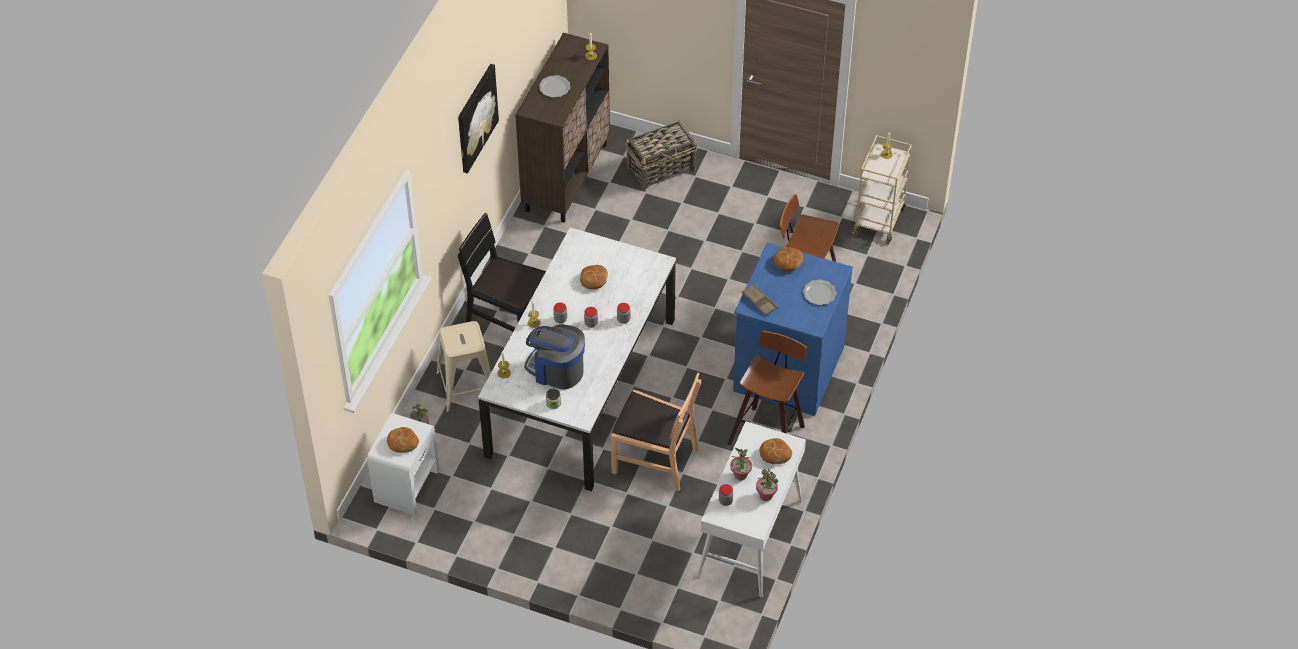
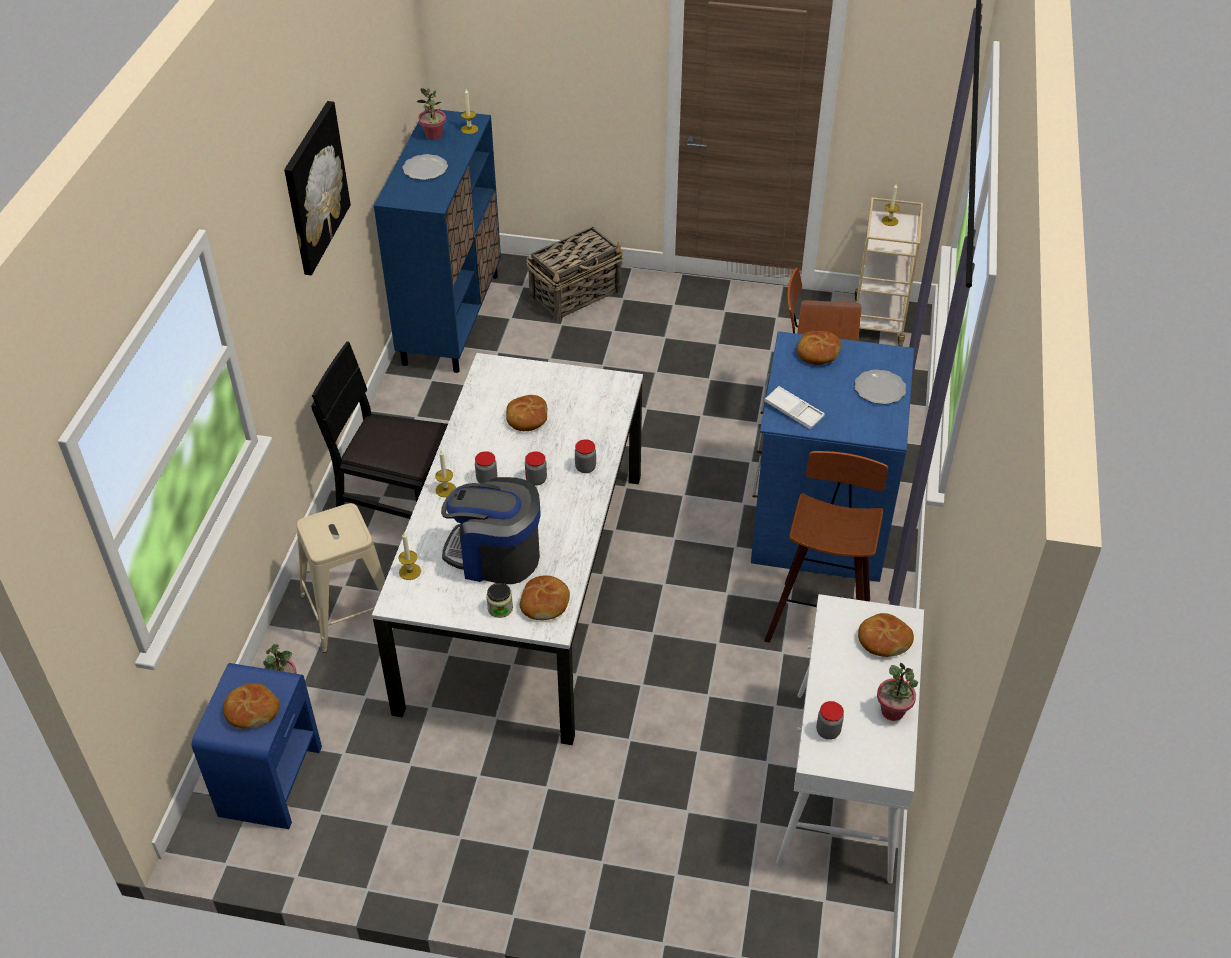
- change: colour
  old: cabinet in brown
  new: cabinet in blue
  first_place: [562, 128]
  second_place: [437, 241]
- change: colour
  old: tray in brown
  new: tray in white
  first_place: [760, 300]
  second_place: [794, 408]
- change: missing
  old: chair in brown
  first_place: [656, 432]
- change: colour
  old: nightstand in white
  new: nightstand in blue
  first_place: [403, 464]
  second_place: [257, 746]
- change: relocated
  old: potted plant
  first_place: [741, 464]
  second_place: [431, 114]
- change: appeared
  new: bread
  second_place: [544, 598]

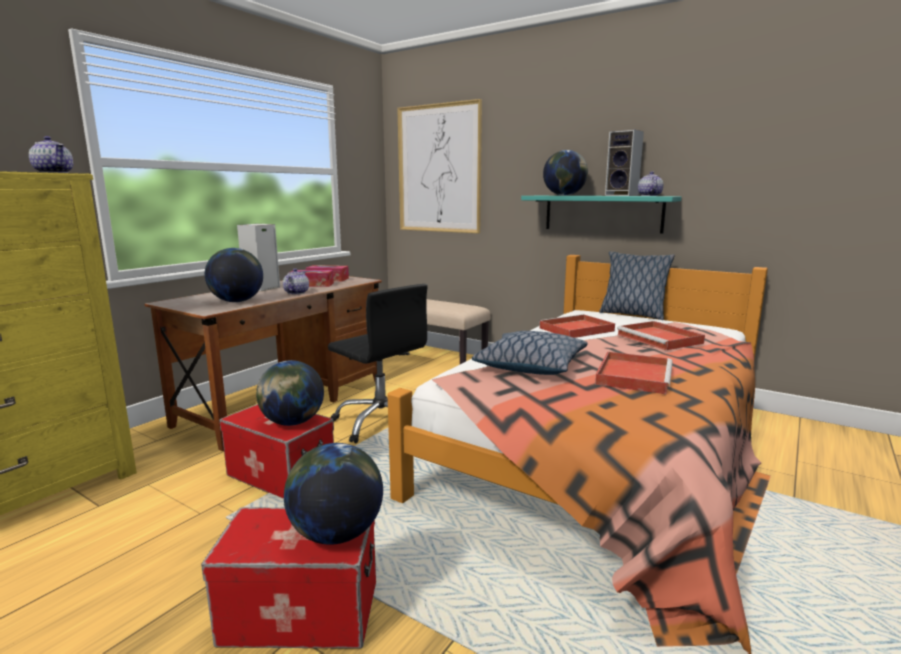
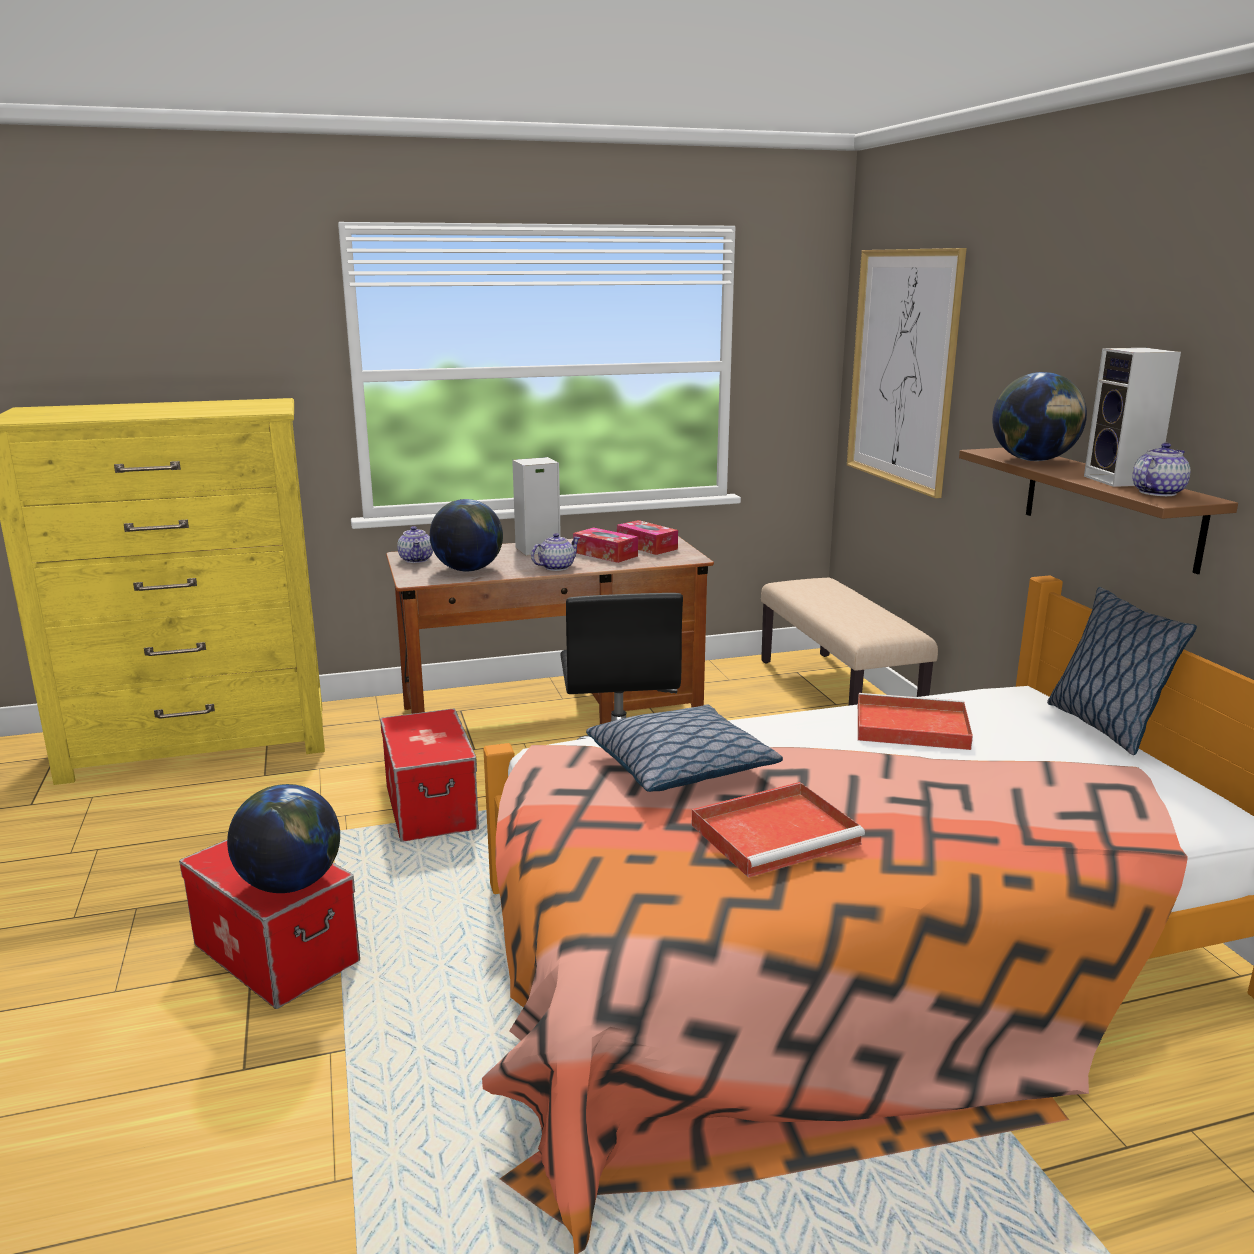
- change: relocated
  old: teapot
  first_place: [51, 154]
  second_place: [415, 544]
- change: colour
  old: shelf in turquoise
  new: shelf in brown
  first_place: [601, 215]
  second_place: [1098, 511]
- change: missing
  old: tray in red
  first_place: [661, 335]
- change: missing
  old: globe
  first_place: [290, 393]

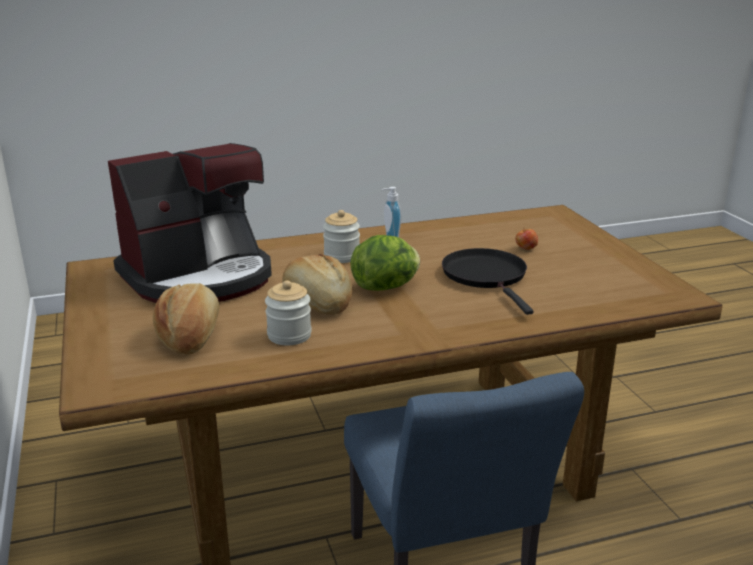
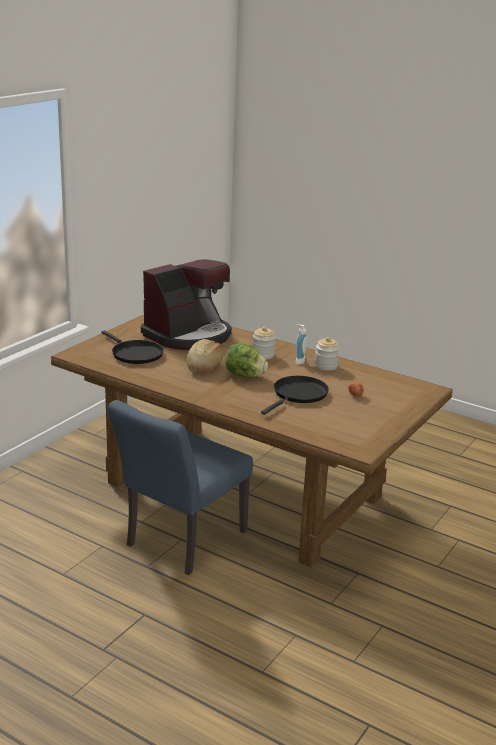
- change: spun
  old: coffee machine
  first_place: [190, 223]
  second_place: [186, 304]
  degrees: -60
- change: relocated
  old: jar
  first_place: [288, 312]
  second_place: [327, 354]
- change: exchanged
  old: bread
  new: frying pan in black
  first_place: [186, 319]
  second_place: [132, 347]

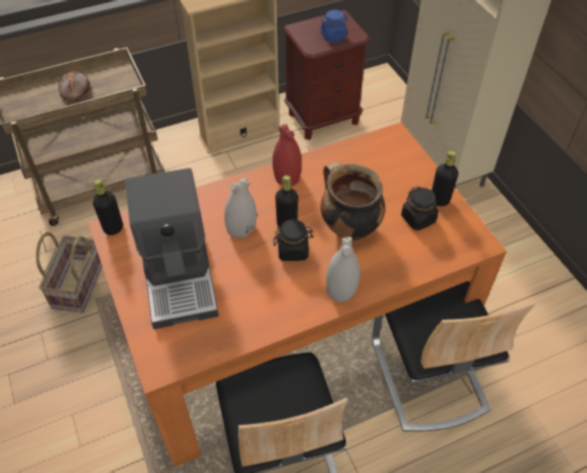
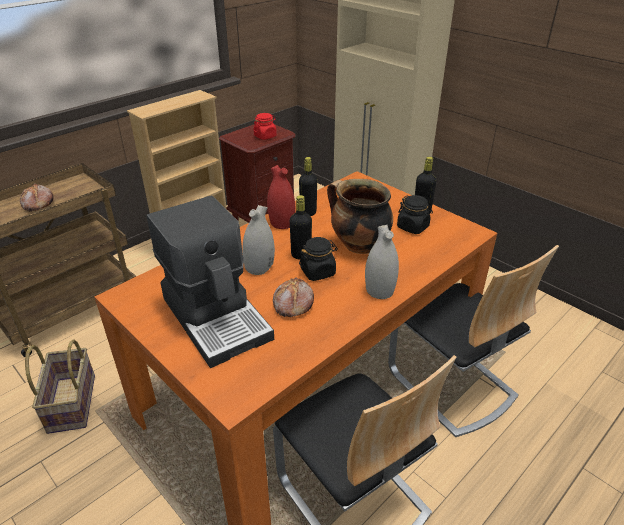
- change: colour
  old: jar in blue
  new: jar in red
  first_place: [334, 26]
  second_place: [265, 126]
- change: relocated
  old: bottle in black
  first_place: [108, 207]
  second_place: [308, 186]
- change: appeared
  new: bread
  second_place: [293, 297]

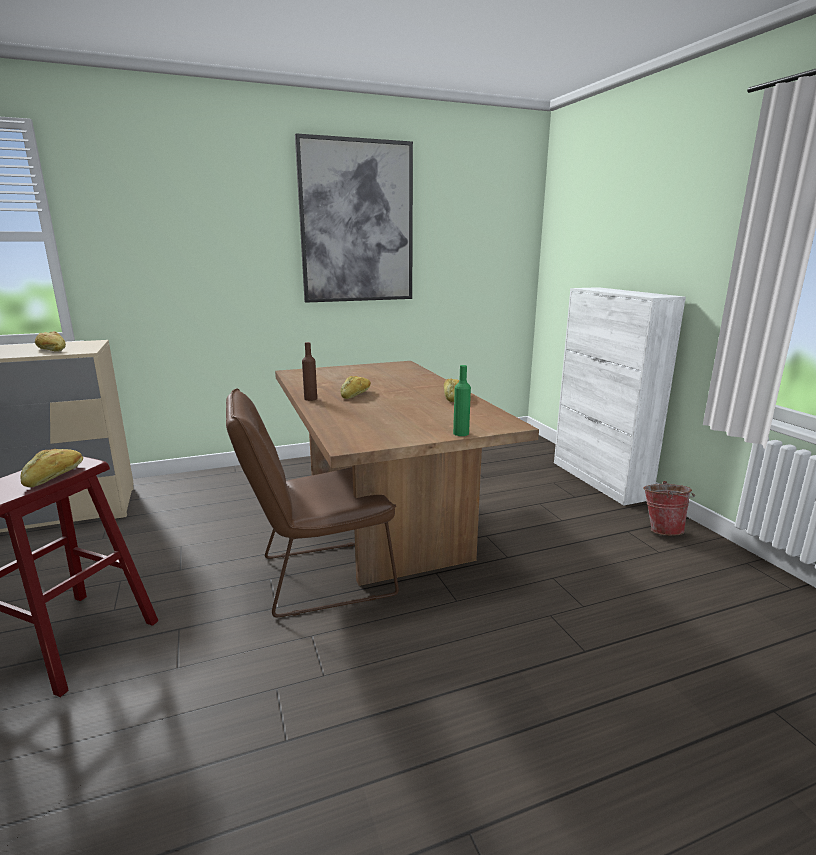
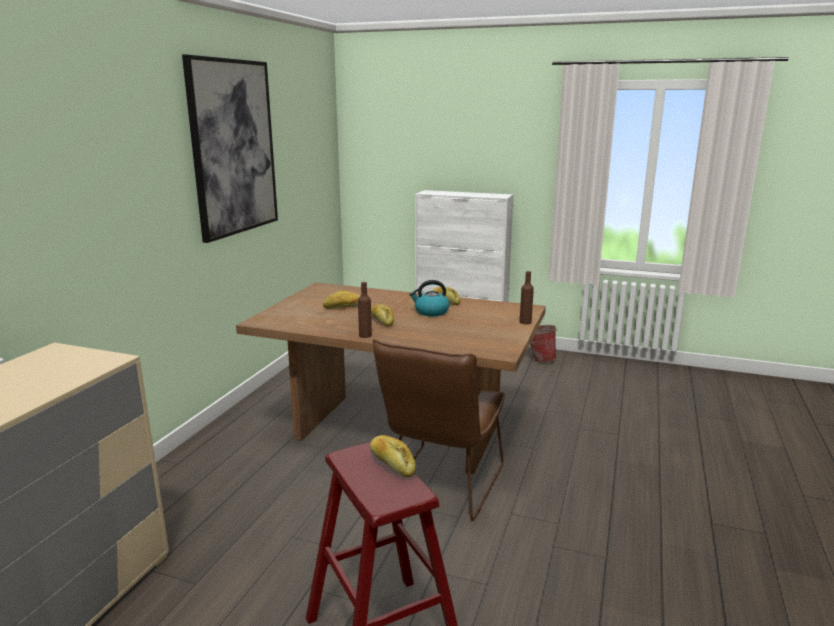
- change: relocated
  old: bread
  first_place: [50, 341]
  second_place: [341, 299]
- change: colour
  old: bottle in green
  new: bottle in brown
  first_place: [462, 400]
  second_place: [527, 297]
- change: appeared
  new: kettle
  second_place: [429, 298]

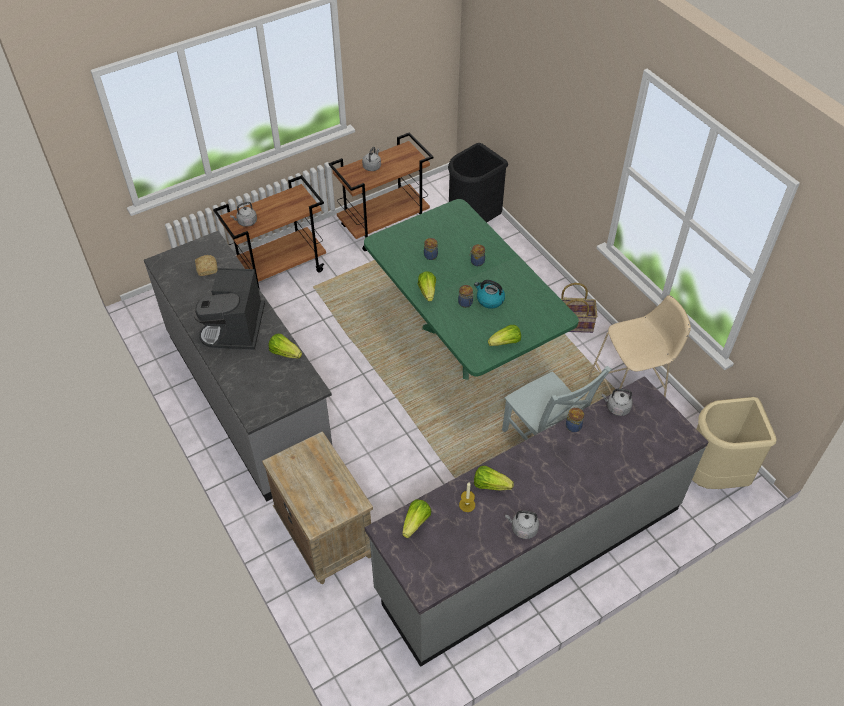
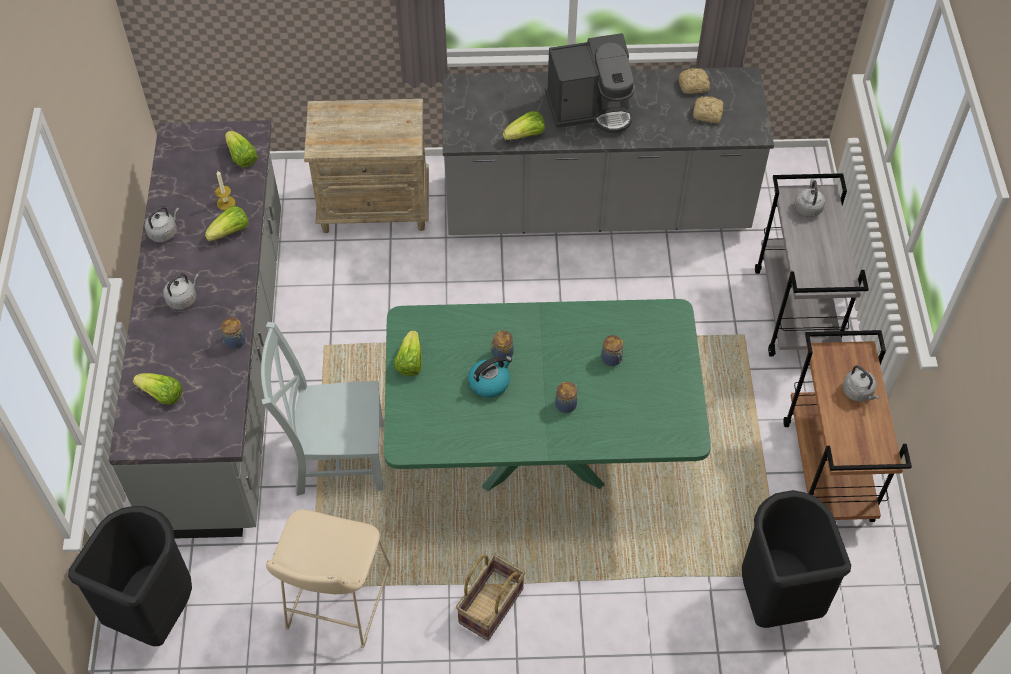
- change: colour
  old: cart in brown
  new: cart in grey
  first_place: [269, 231]
  second_place: [812, 265]
- change: spun
  old: coffee machine
  first_place: [229, 309]
  second_place: [590, 83]
  degrees: 135
- change: relocated
  old: lettuce
  first_place: [427, 286]
  second_place: [158, 389]
- change: relocated
  old: kettle in grey
  first_place: [617, 402]
  second_place: [181, 291]
- change: colour
  old: trash can in beige
  new: trash can in black
  first_place: [734, 443]
  second_place: [130, 576]
- change: appeared
  new: bread
  second_place: [694, 81]

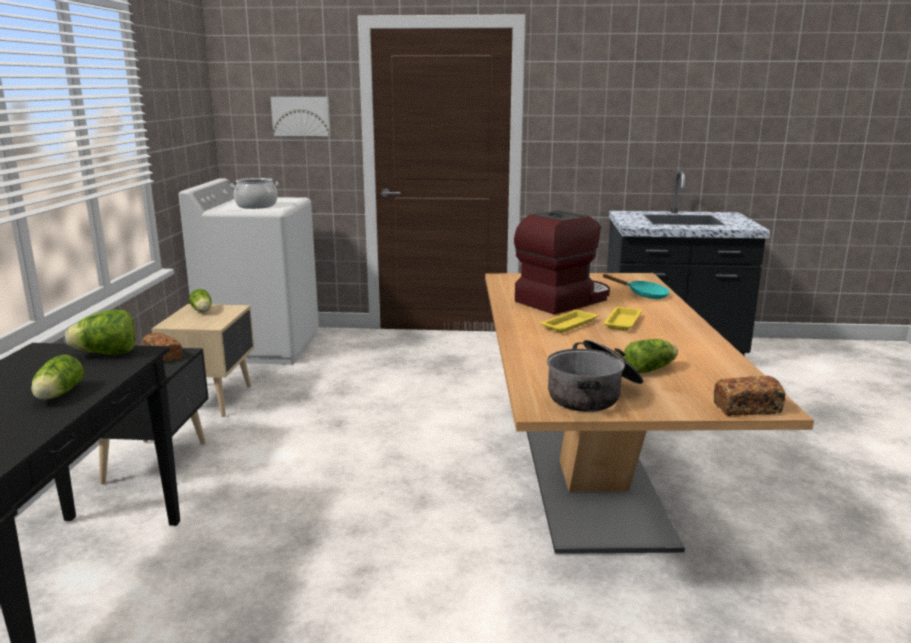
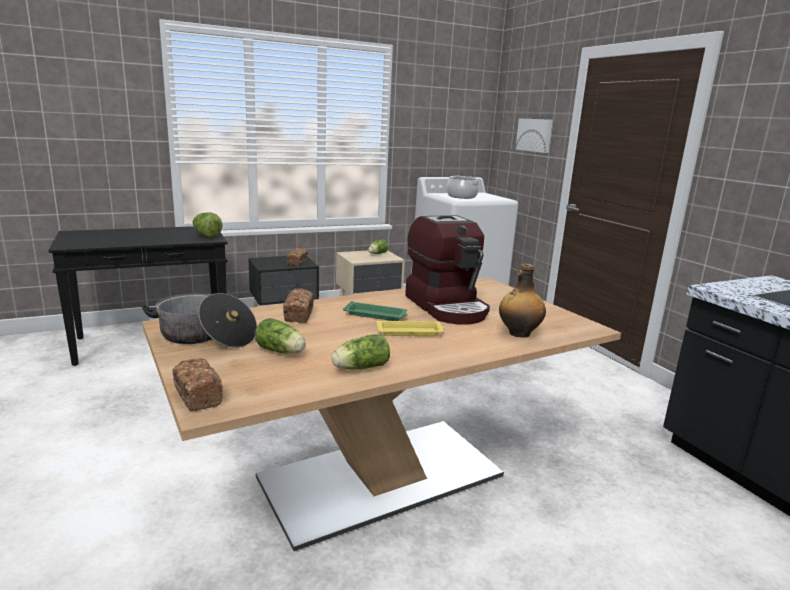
- change: spun
  old: coffee machine
  first_place: [562, 262]
  second_place: [447, 270]
  degrees: 45
- change: exchanged
  old: frying pan in turquoise
  new: bottle
  first_place: [636, 286]
  second_place: [522, 301]
- change: colour
  old: tray in yellow
  new: tray in green
  first_place: [569, 321]
  second_place: [375, 311]
- change: relocated
  old: lettuce
  first_place: [57, 377]
  second_place: [360, 352]
- change: appeared
  new: bread
  second_place: [298, 305]

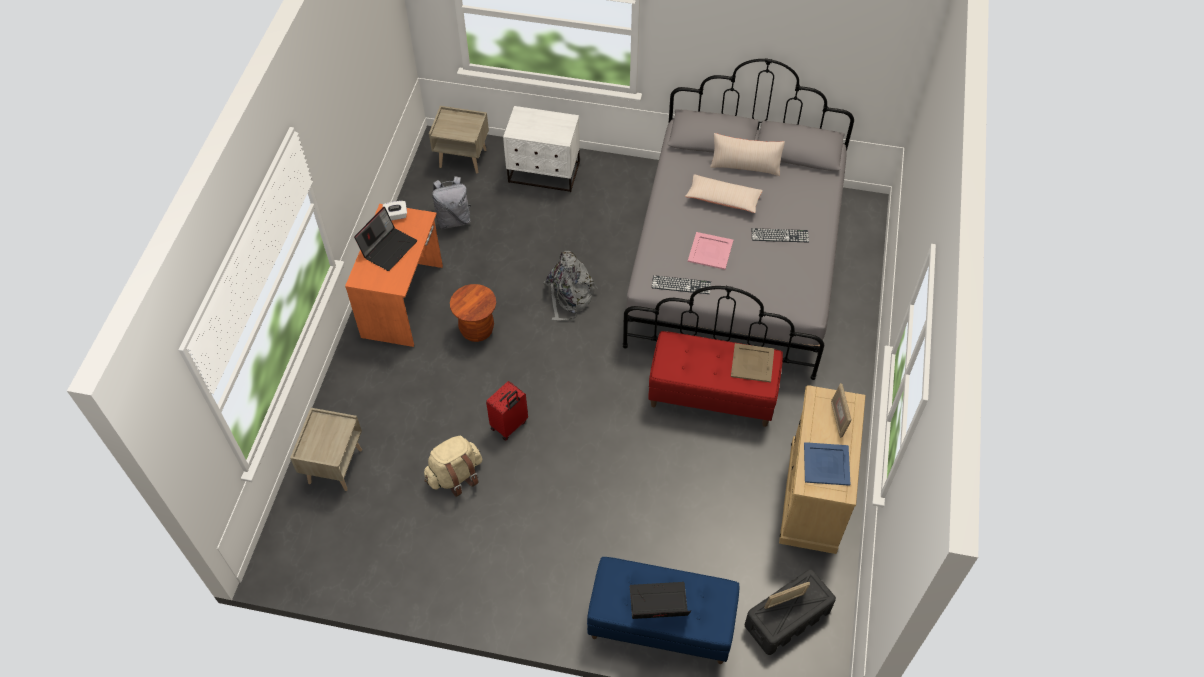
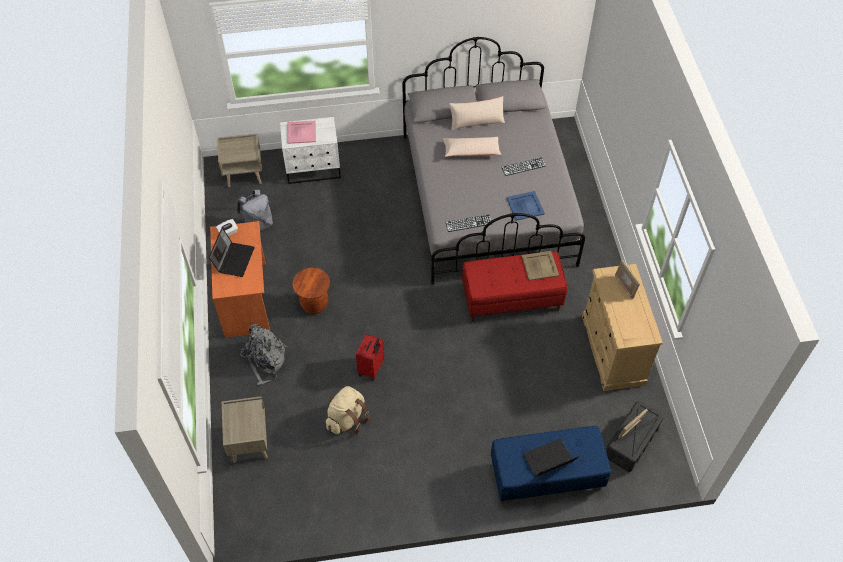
- change: relocated
  old: tray in pink
  first_place: [710, 251]
  second_place: [301, 132]
- change: relocated
  old: backpack in grey
  first_place: [570, 285]
  second_place: [263, 354]
- change: relocated
  old: tray in blue
  first_place: [827, 464]
  second_place: [525, 206]

